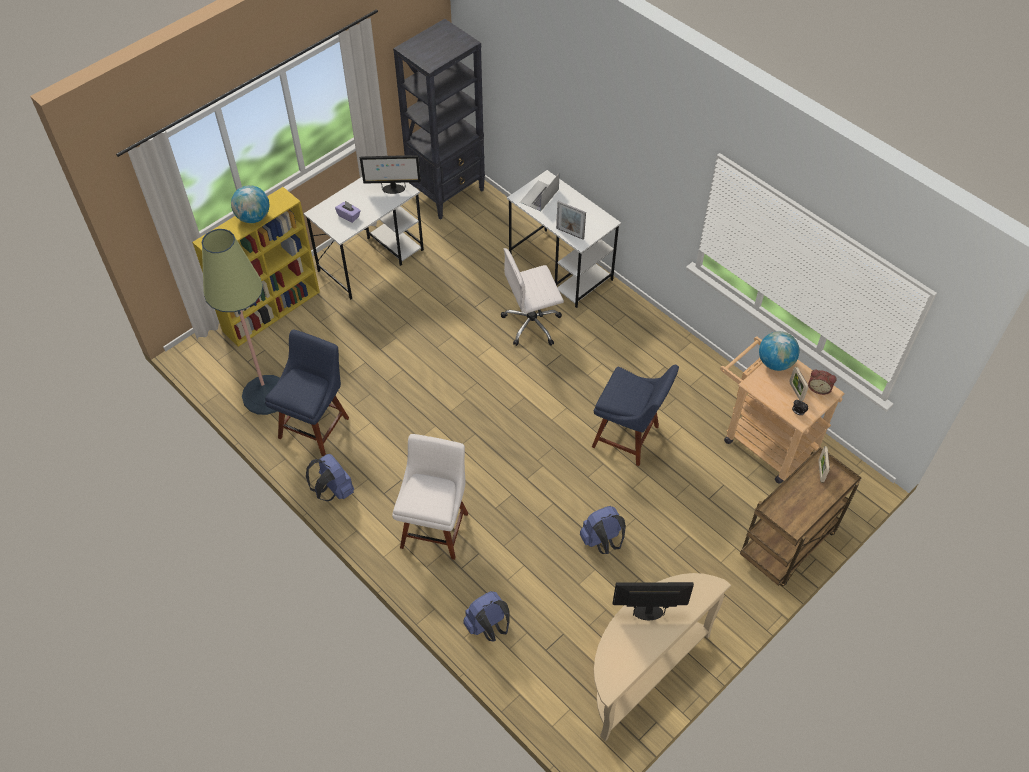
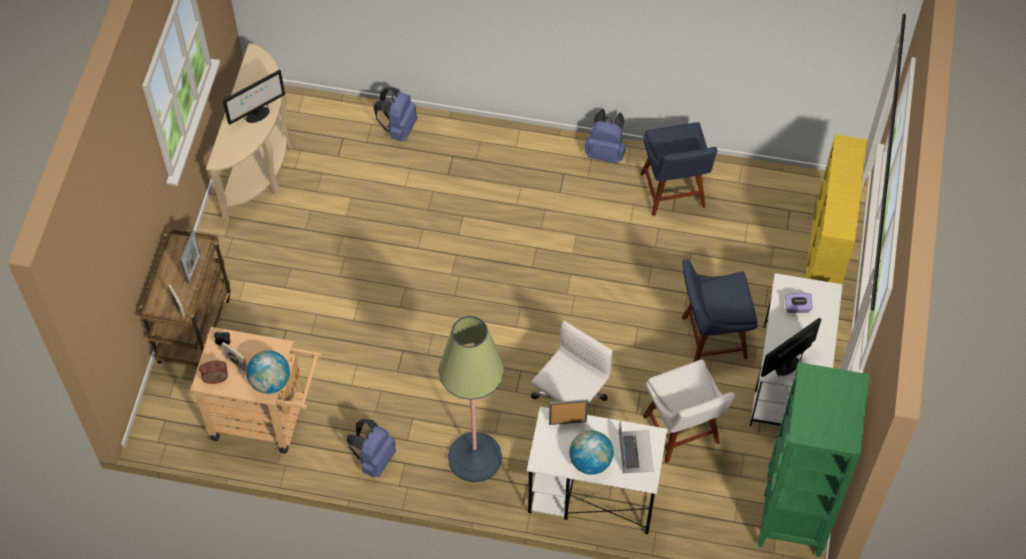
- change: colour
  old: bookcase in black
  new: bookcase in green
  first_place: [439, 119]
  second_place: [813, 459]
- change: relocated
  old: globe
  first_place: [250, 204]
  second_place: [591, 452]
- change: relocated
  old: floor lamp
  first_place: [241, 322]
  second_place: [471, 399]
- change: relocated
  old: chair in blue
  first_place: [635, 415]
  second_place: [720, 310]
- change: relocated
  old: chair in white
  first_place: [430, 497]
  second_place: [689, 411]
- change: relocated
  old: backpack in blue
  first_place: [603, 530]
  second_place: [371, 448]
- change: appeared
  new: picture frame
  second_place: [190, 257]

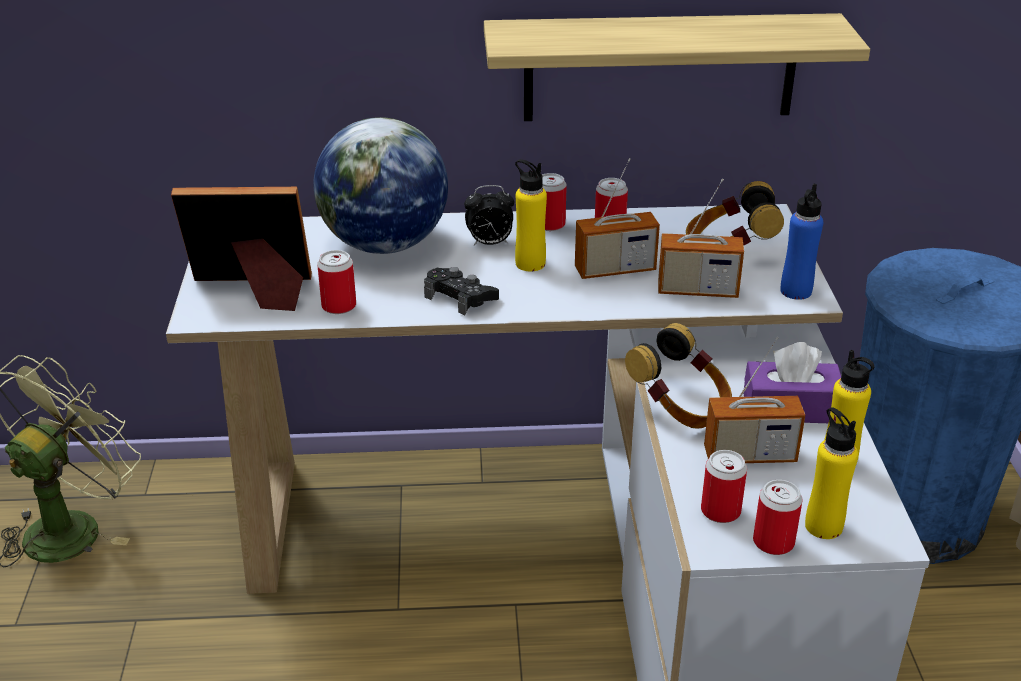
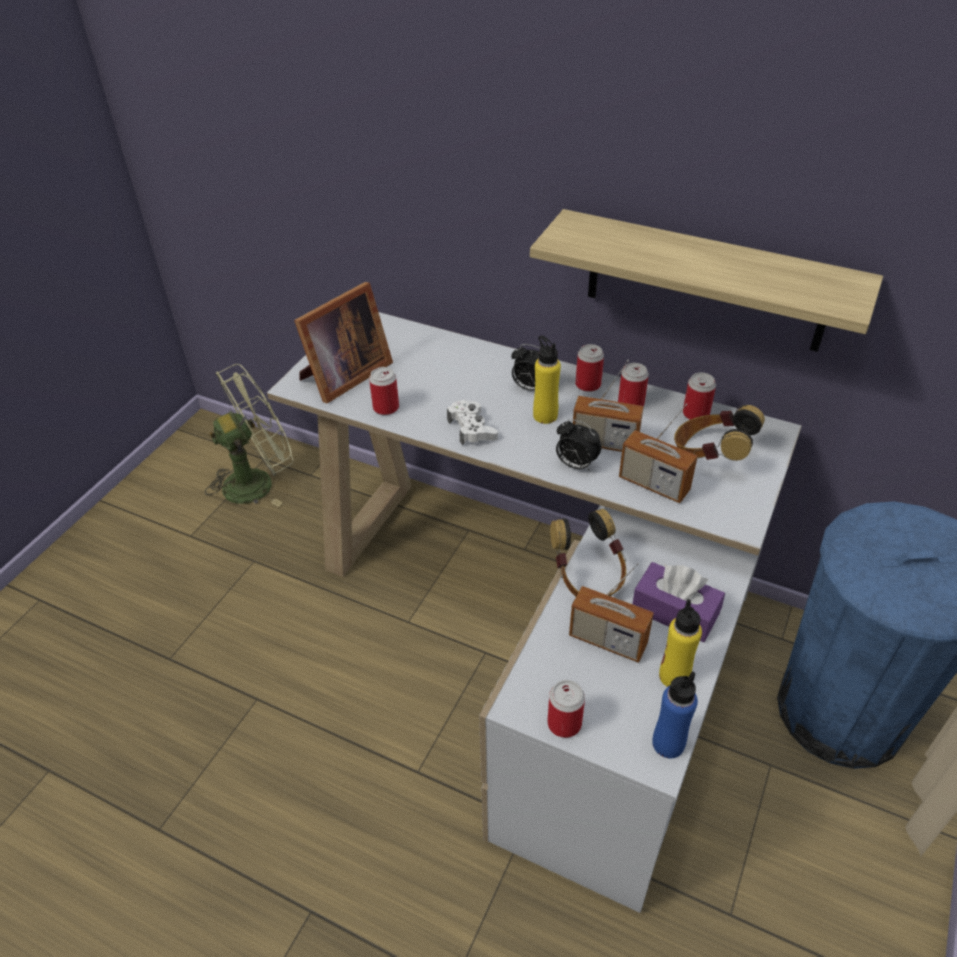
- change: missing
  old: globe
  first_place: [380, 185]
- change: relocated
  old: bottle in blue
  first_place: [801, 241]
  second_place: [675, 714]
- change: spun
  old: picture frame
  first_place: [241, 249]
  second_place: [343, 342]
  degrees: 105
- change: colour
  old: game controller in black
  new: game controller in white
  first_place: [461, 291]
  second_place: [472, 422]
- change: missing
  old: bottle in yellow
  first_place: [831, 473]
- change: relocated
  old: can
  first_place: [724, 486]
  second_place: [699, 396]
- change: appeared
  new: alarm clock
  second_place: [579, 445]

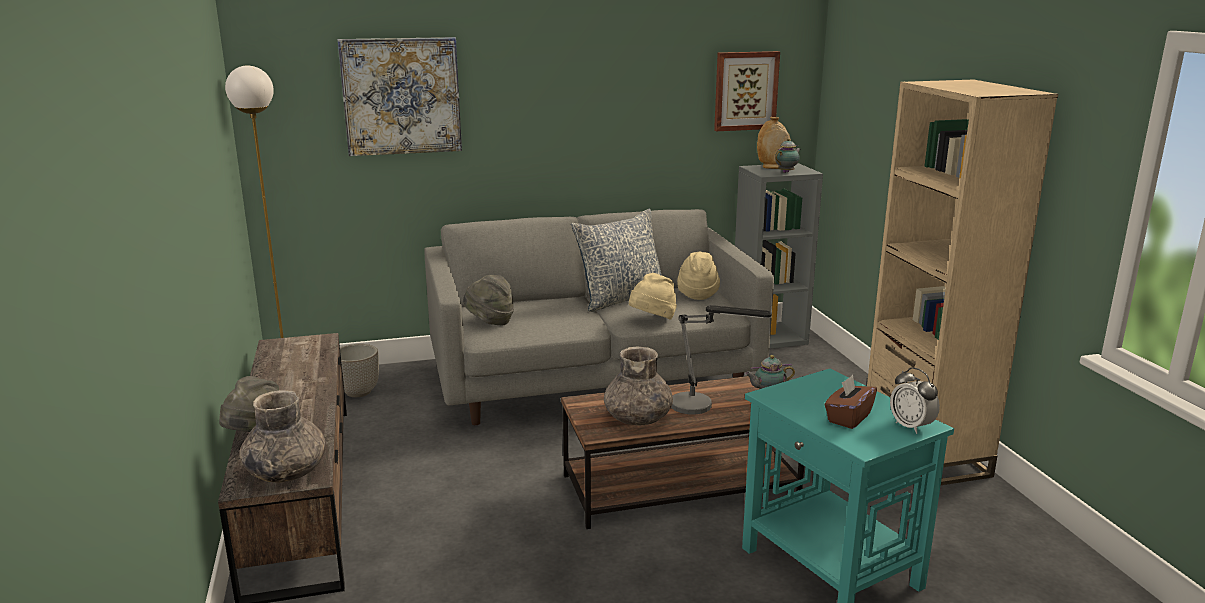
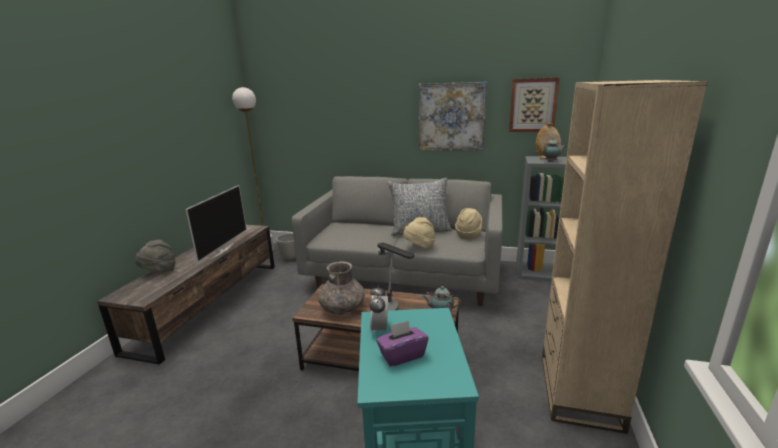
- change: relocated
  old: picture
  first_place: [400, 96]
  second_place: [453, 116]
- change: missing
  old: hat in grey
  first_place: [488, 300]
- change: relocated
  old: alarm clock
  first_place: [915, 400]
  second_place: [379, 310]
- change: colour
  old: tissue box in brown
  new: tissue box in purple
  first_place: [851, 402]
  second_place: [402, 343]
- change: missing
  old: vase in grey
  first_place: [282, 436]
- change: appeared
  new: television
  second_place: [216, 224]

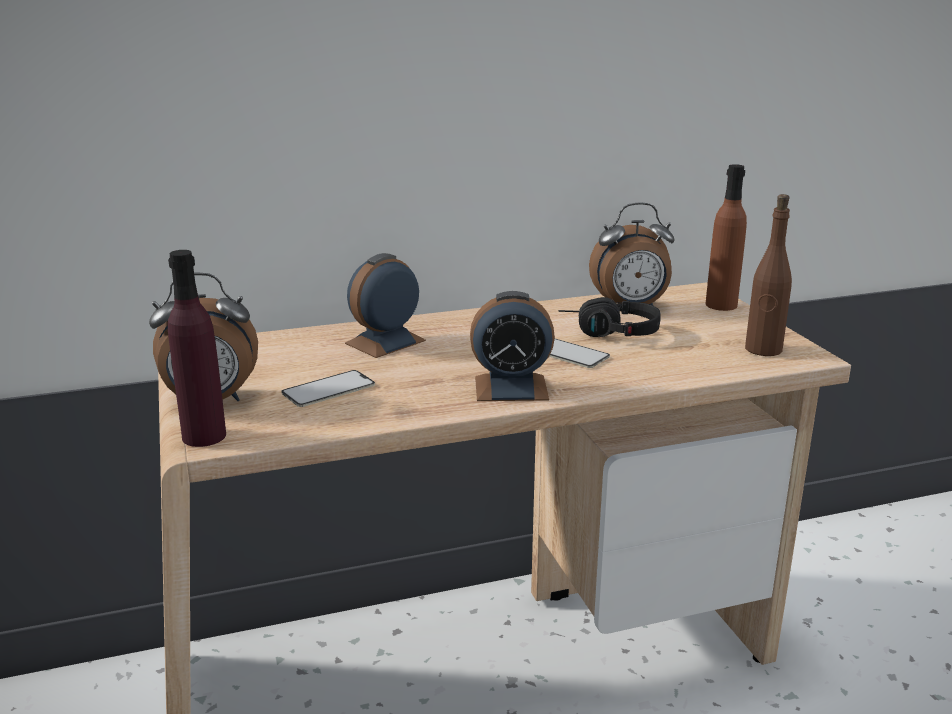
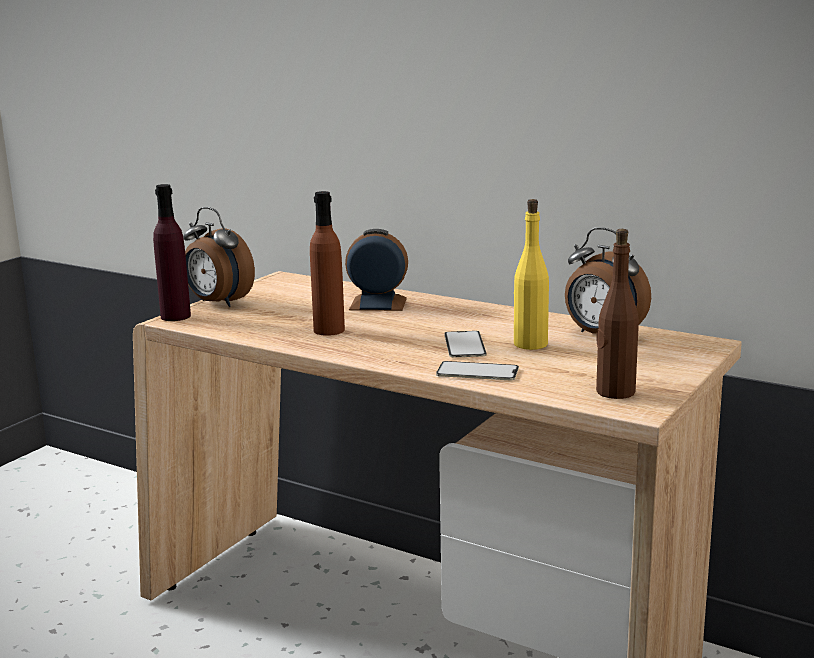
- change: relocated
  old: bottle in brown
  first_place: [726, 237]
  second_place: [327, 263]
- change: missing
  old: alarm clock
  first_place: [512, 346]
- change: exchanged
  old: headphones in black
  new: bottle in yellow
  first_place: [609, 317]
  second_place: [531, 274]
- change: relocated
  old: phone
  first_place: [328, 388]
  second_place: [477, 370]

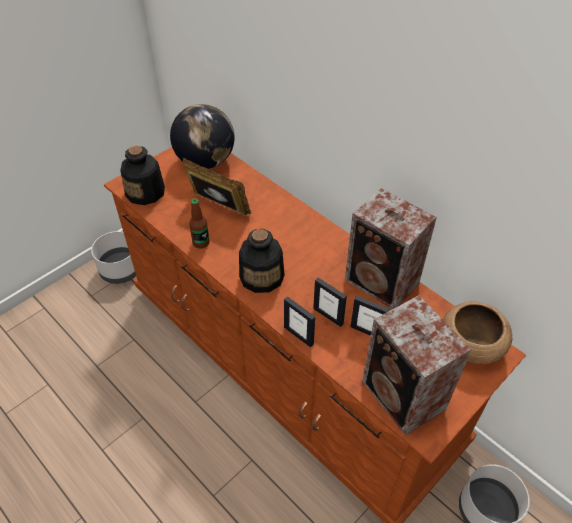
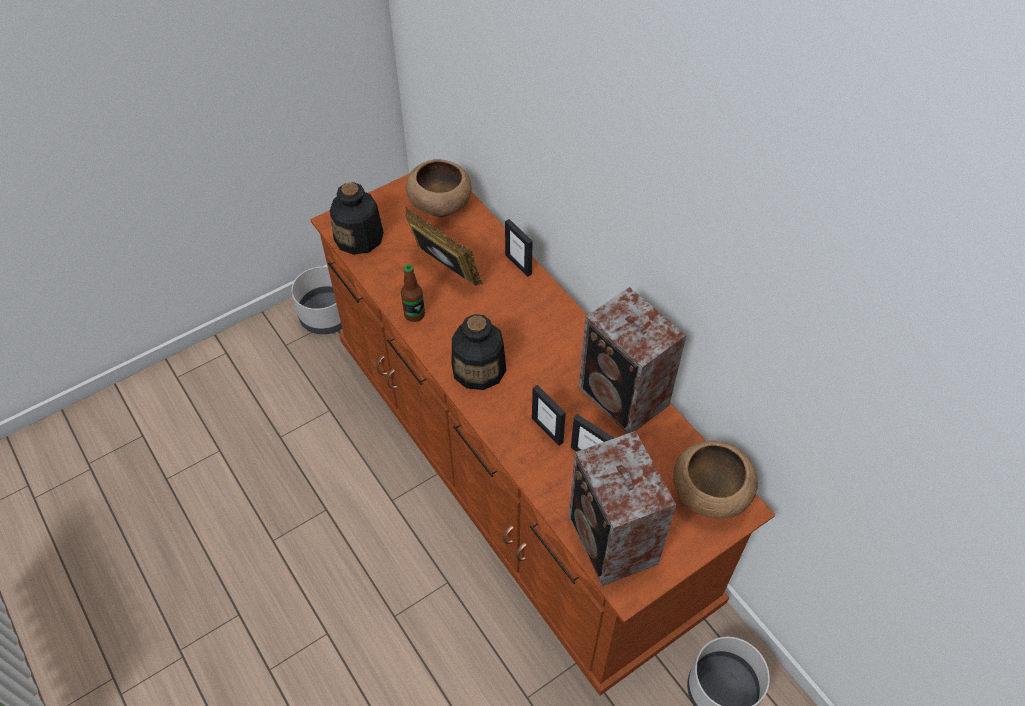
- change: exchanged
  old: globe
  new: bowl in brown
  first_place: [202, 136]
  second_place: [439, 188]
- change: relocated
  old: picture frame
  first_place: [299, 322]
  second_place: [519, 248]

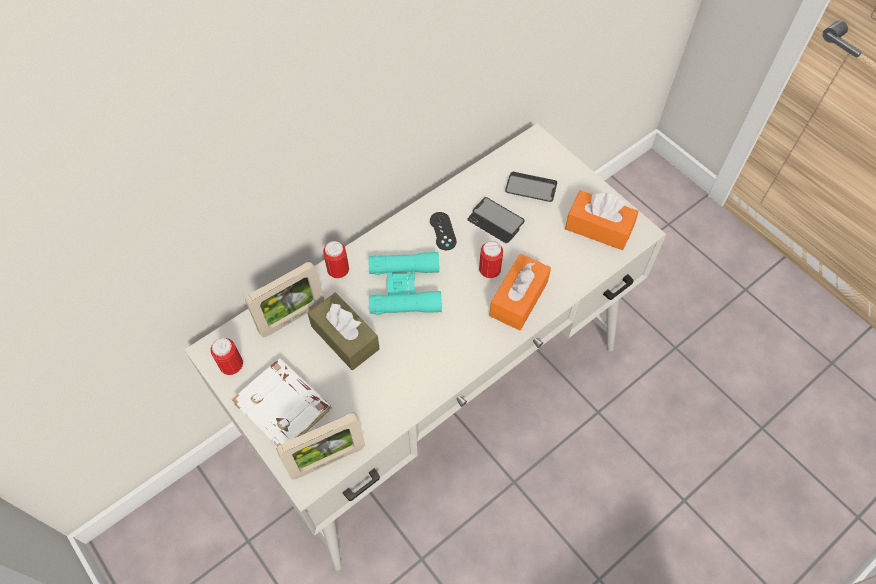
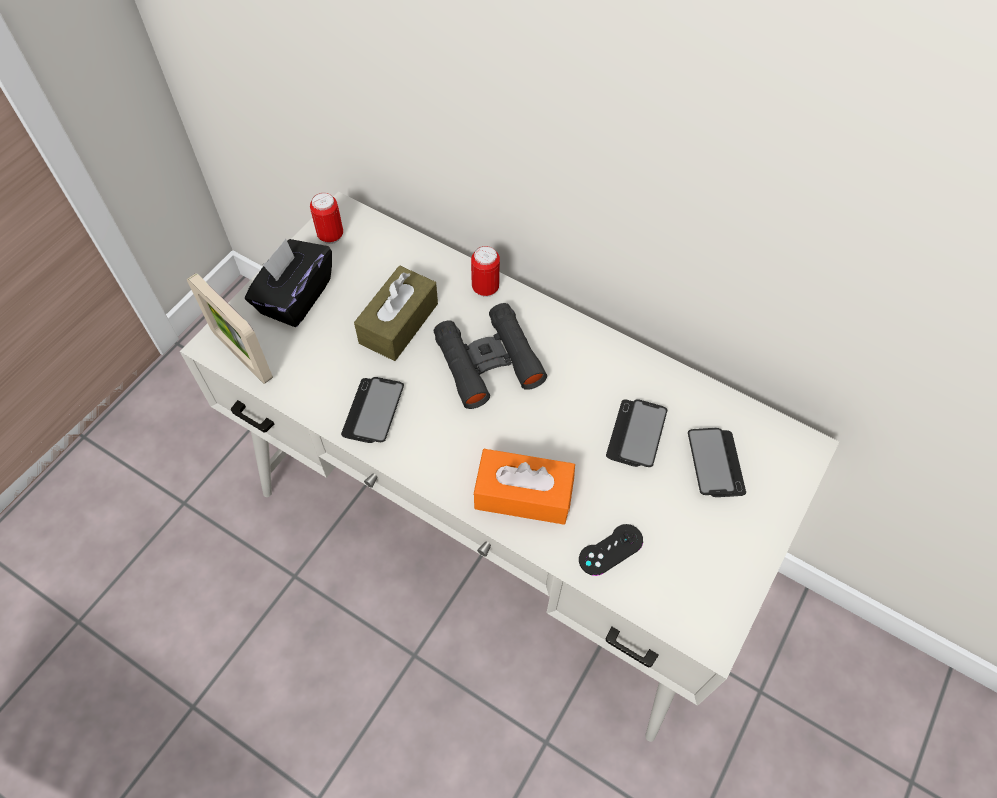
- change: missing
  old: tissue box in orange
  first_place: [602, 220]
- change: relocated
  old: game controller in black
  first_place: [443, 231]
  second_place: [611, 550]
- change: missing
  old: can
  first_place: [491, 260]
- change: colour
  old: binoculars in turquoise
  new: binoculars in black
  first_place: [405, 283]
  second_place: [490, 356]
- change: missing
  old: picture frame
  first_place: [284, 299]
- change: exchanged
  old: book in white
  new: tissue box in black
  first_place: [282, 402]
  second_place: [288, 283]
- change: appeared
  new: phone
  second_place: [372, 410]

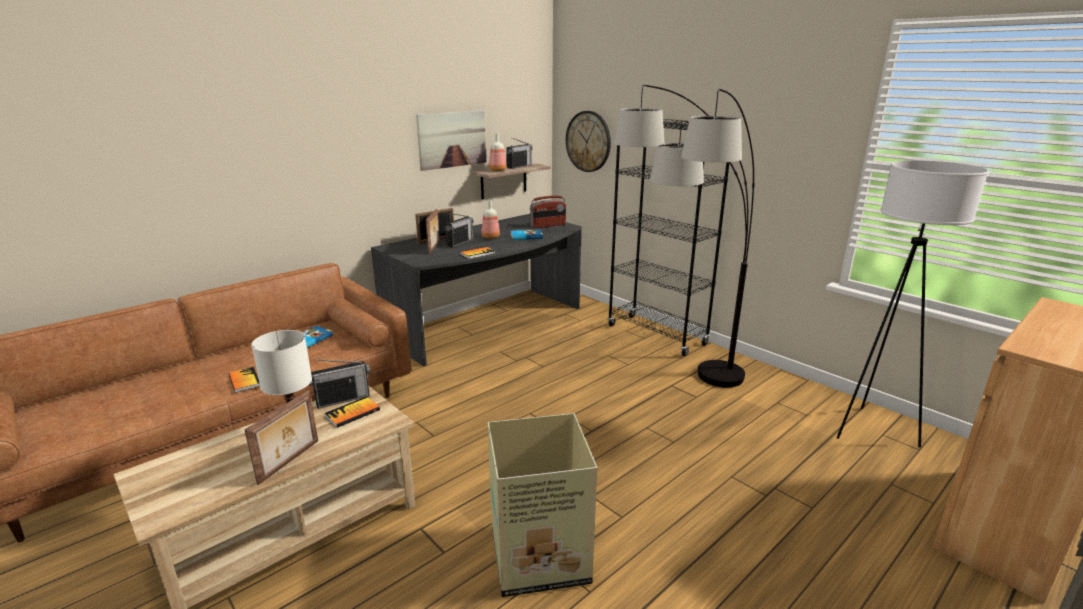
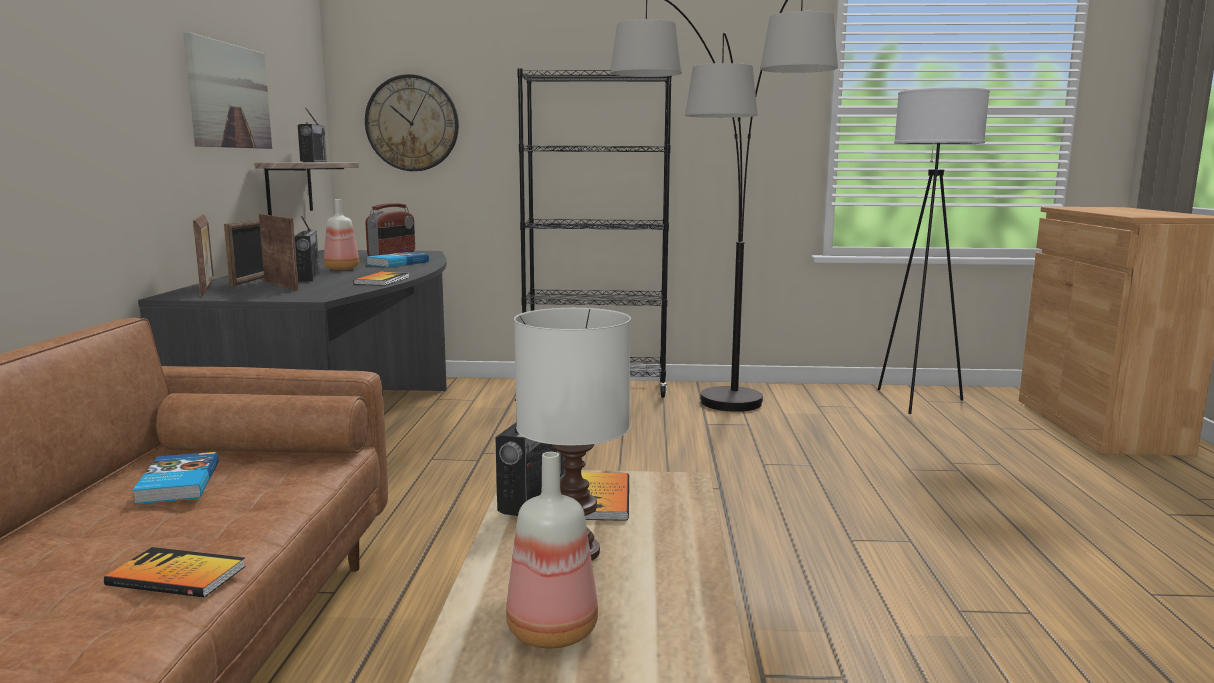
- change: relocated
  old: bottle
  first_place: [497, 152]
  second_place: [552, 550]
- change: relocated
  old: picture frame
  first_place: [281, 437]
  second_place: [203, 255]
- change: missing
  old: cardboard box
  first_place: [542, 505]

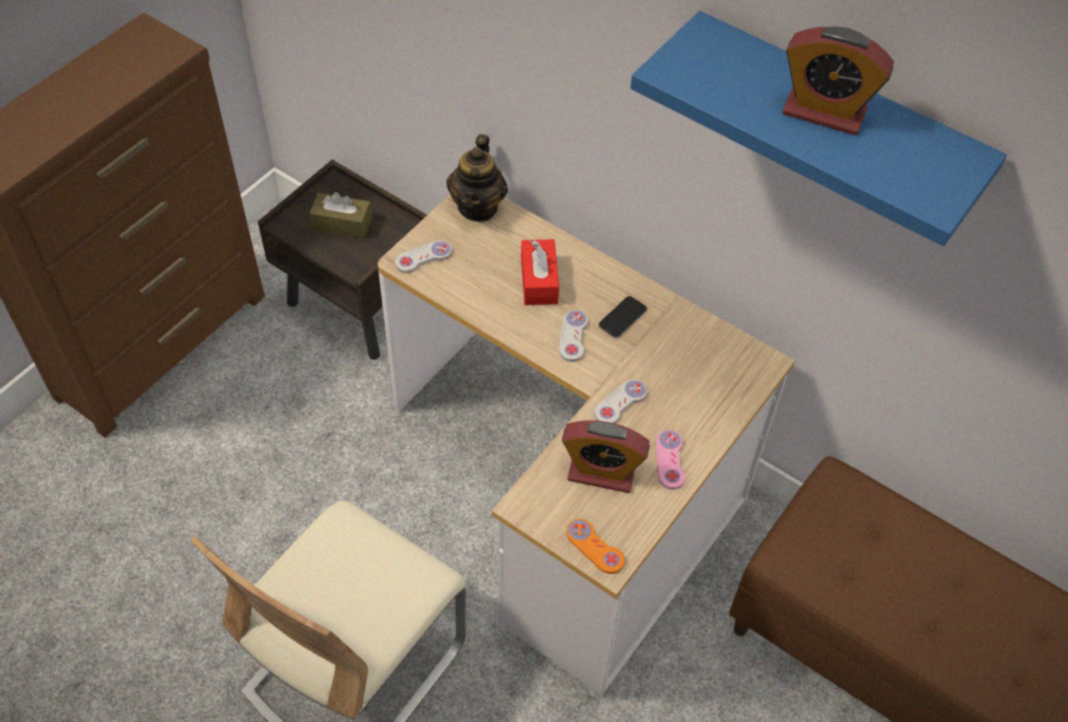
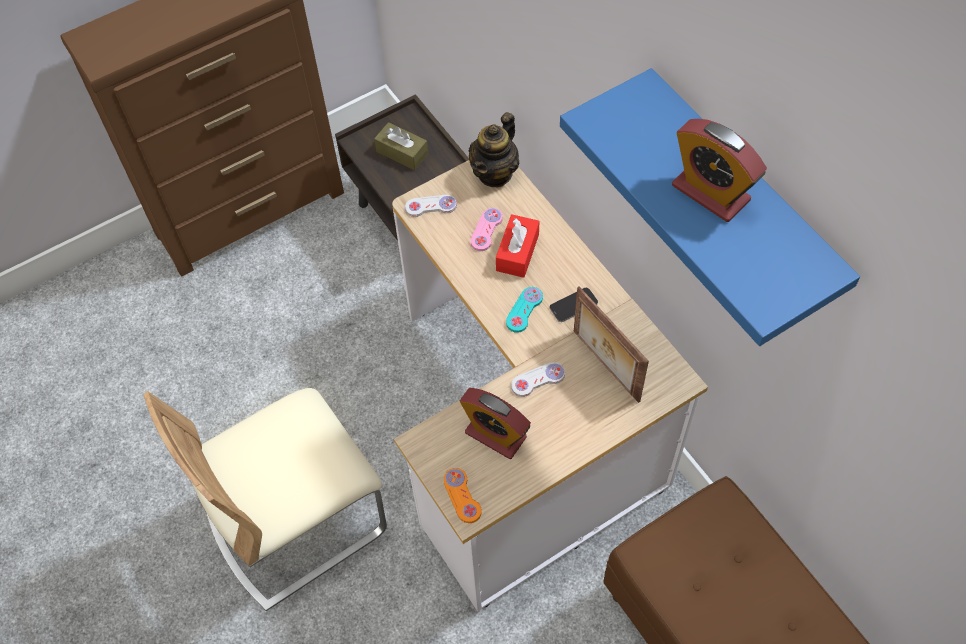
- change: colour
  old: game controller in white
  new: game controller in turquoise
  first_place: [573, 336]
  second_place: [524, 310]
- change: relocated
  old: game controller in pink
  first_place: [671, 460]
  second_place: [487, 229]
- change: appeared
  new: picture frame
  second_place: [611, 344]

